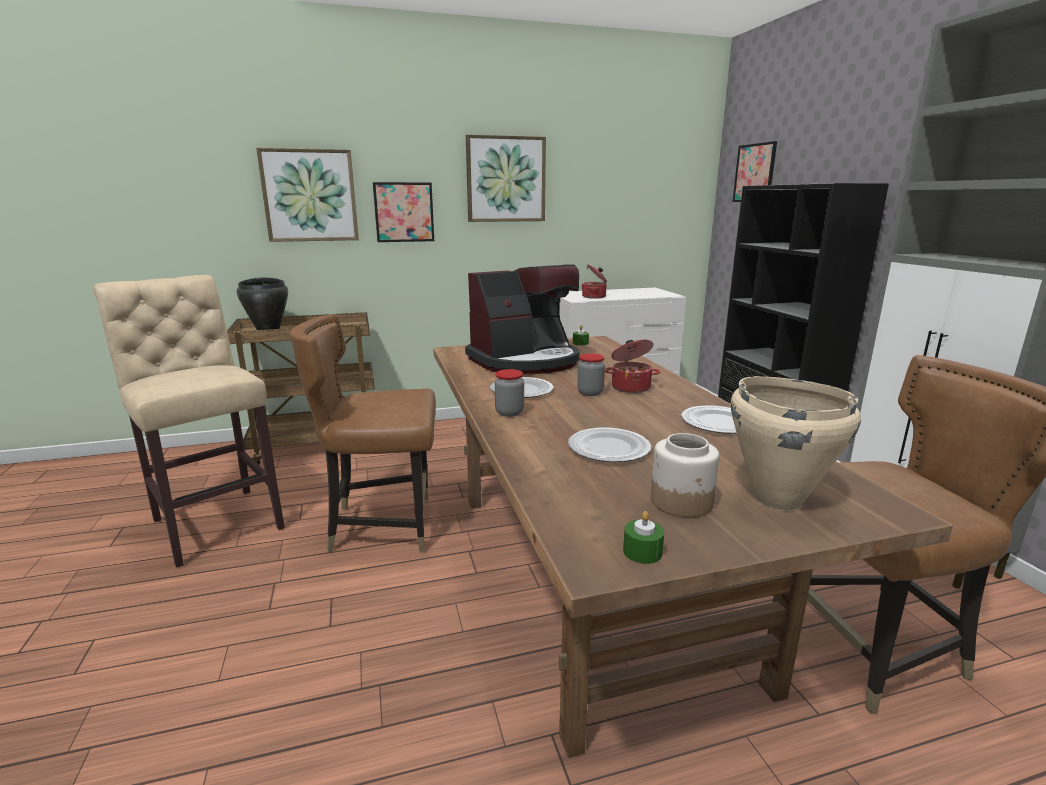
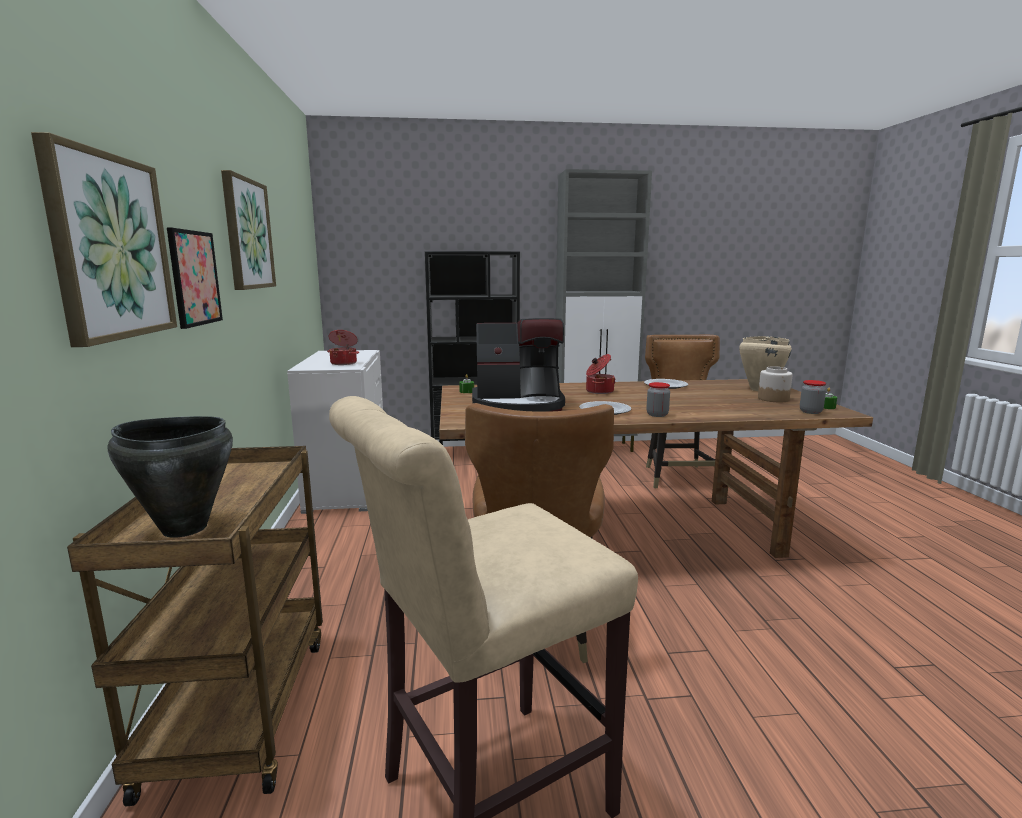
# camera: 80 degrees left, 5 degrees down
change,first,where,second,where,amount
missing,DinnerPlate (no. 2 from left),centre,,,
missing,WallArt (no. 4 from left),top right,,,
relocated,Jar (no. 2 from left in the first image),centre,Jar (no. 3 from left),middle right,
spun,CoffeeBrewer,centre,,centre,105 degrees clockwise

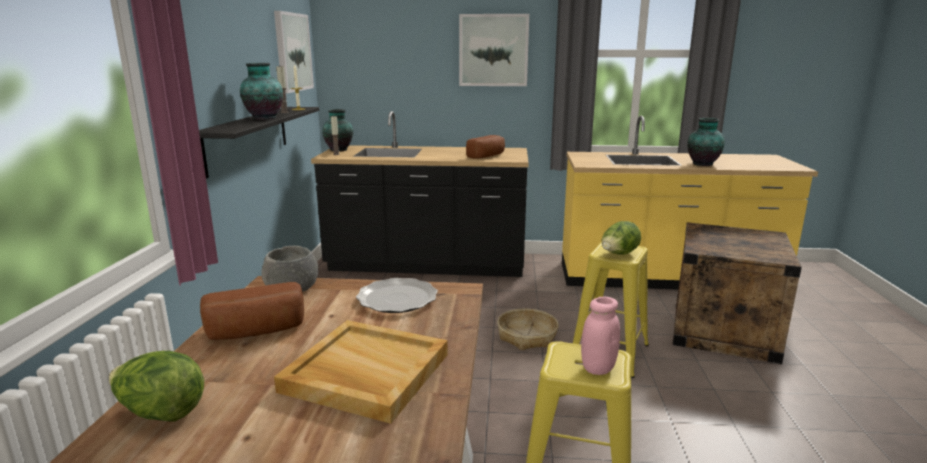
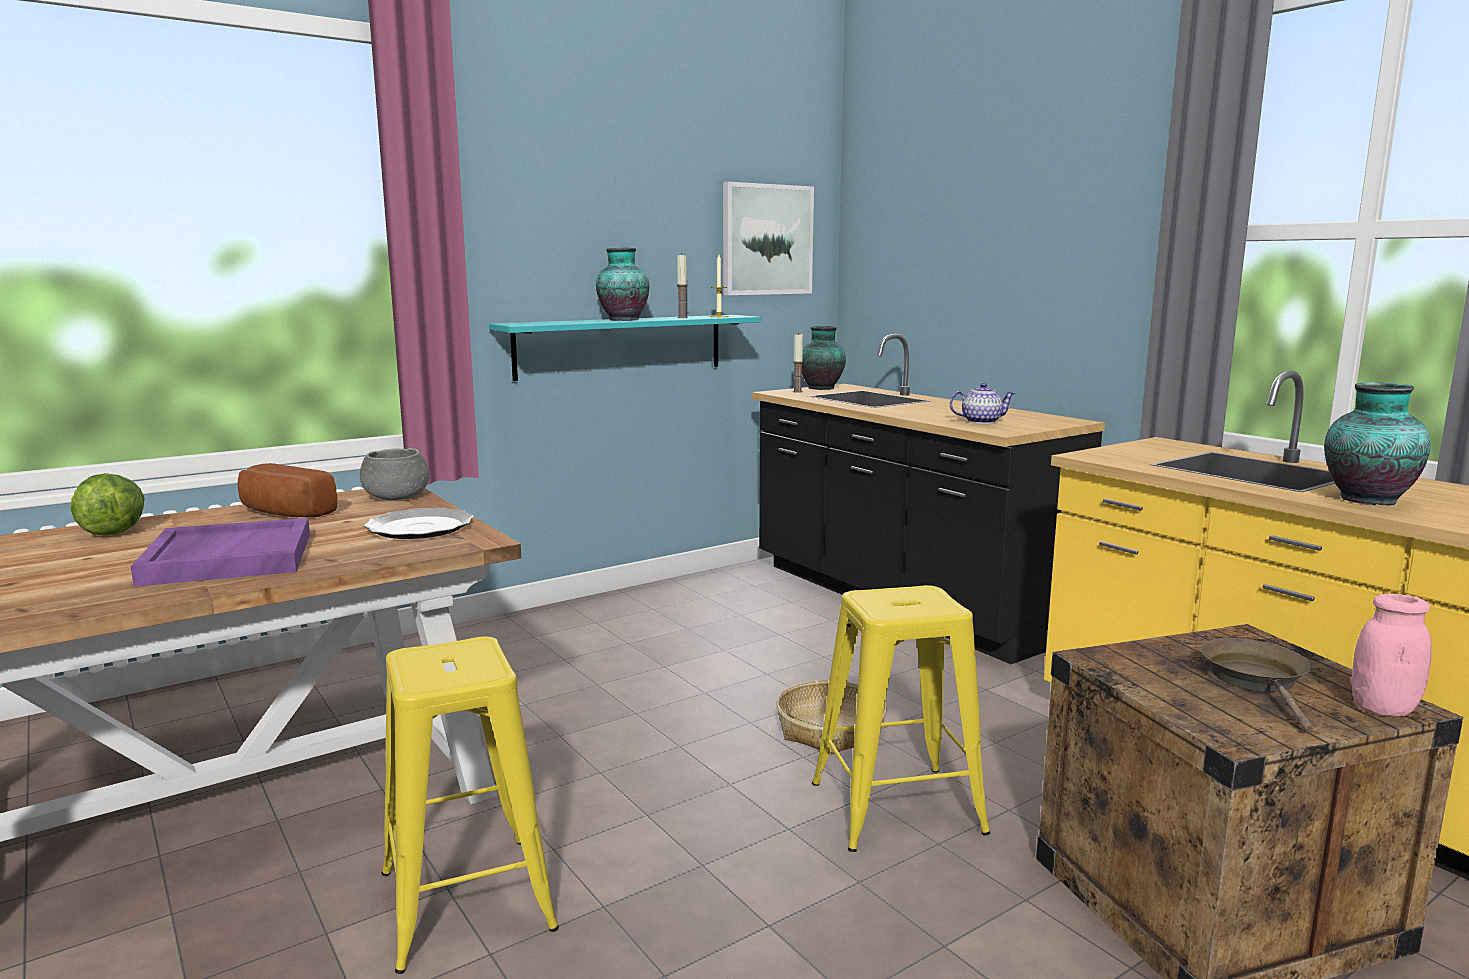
# camera: 50 degrees right, 5 degrees down
change,first,where,second,where,amount
missing,WallArt (no. 2 from left),top centre,,,
missing,LettuceHead (no. 2 from left),middle right,,,
appeared,,,BrownPan,bottom right,
relocated,PinkishJar,bottom centre,,bottom right,
exchanged,Bread (no. 2 from left),top centre,Teapot,middle right,
colour,BlackishBracketShelf,top left,TurquoiseBracketShelf,centre,
colour,SandColouredServingTray,bottom centre,PurplishServingTray,middle left,

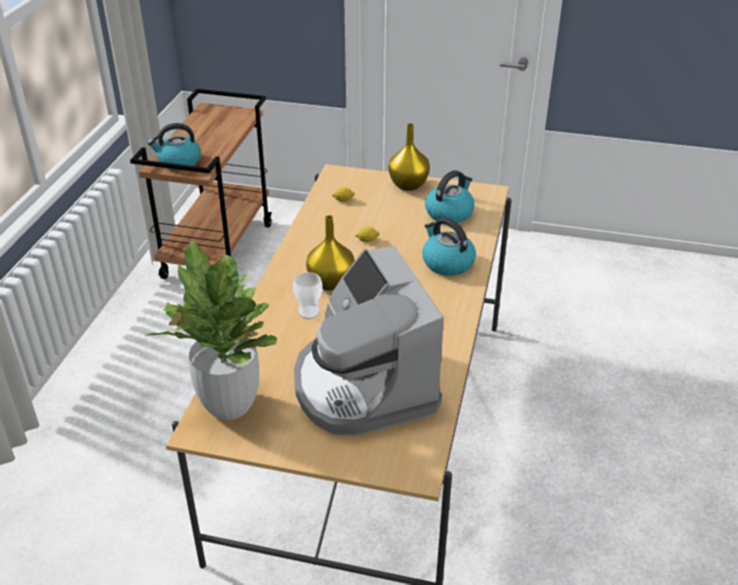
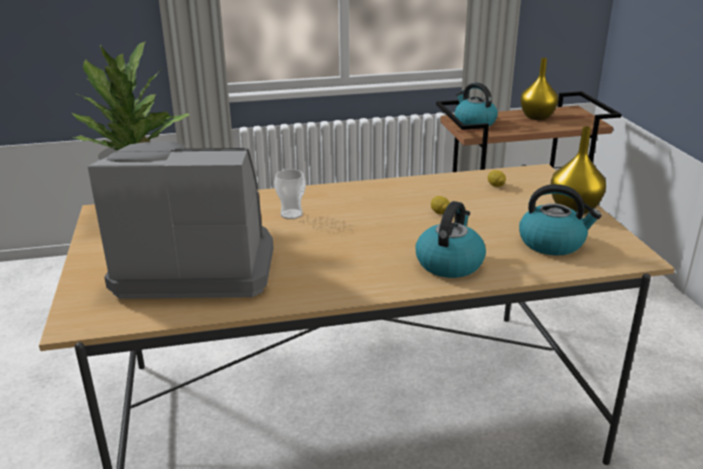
# camera: 65 degrees right, 10 degrees down
change,first,where,second,where,amount
relocated,YellowVase (no. 1 from left),centre,,top right,
spun,CoffeeBrewer,centre,,middle left,45 degrees clockwise

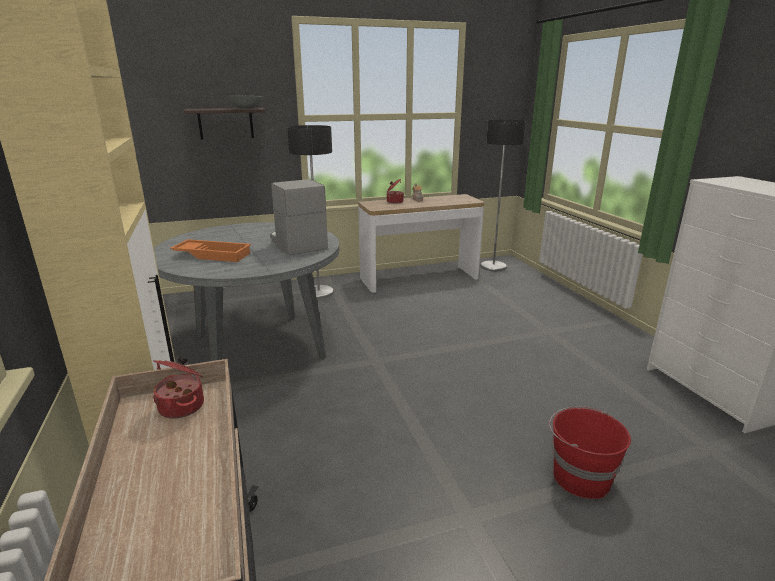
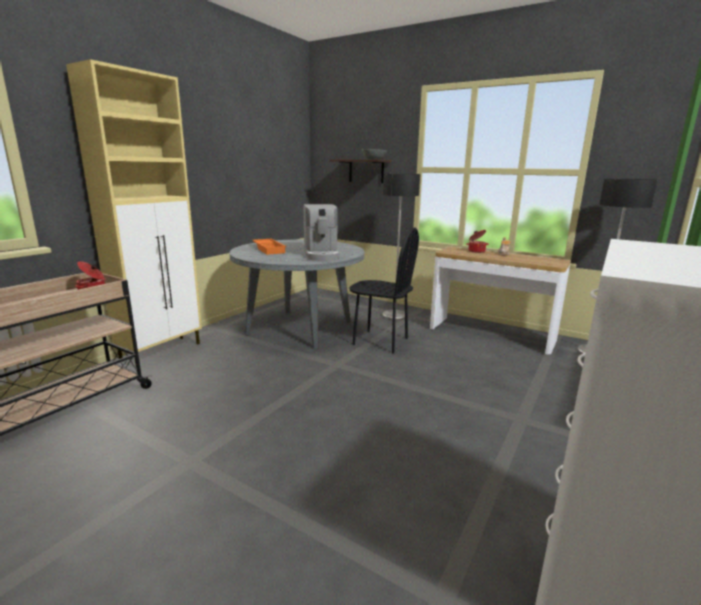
# camera: 50 degrees right, 5 degrees down
change,first,where,second,where,amount
missing,ReddishPail,bottom right,,,
appeared,,,BlackishChair,centre,
spun,CoffeeBrewer,centre,,centre,150 degrees clockwise

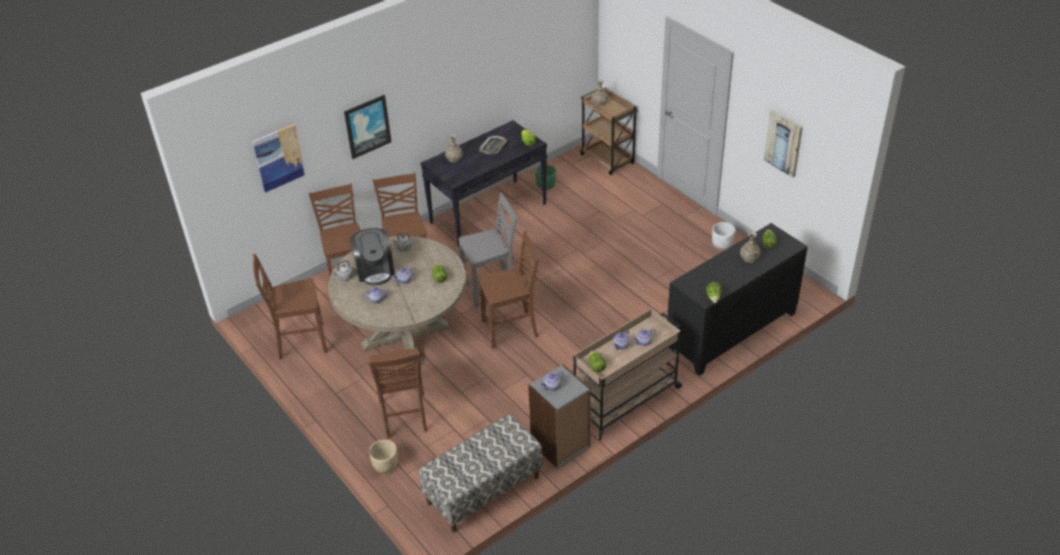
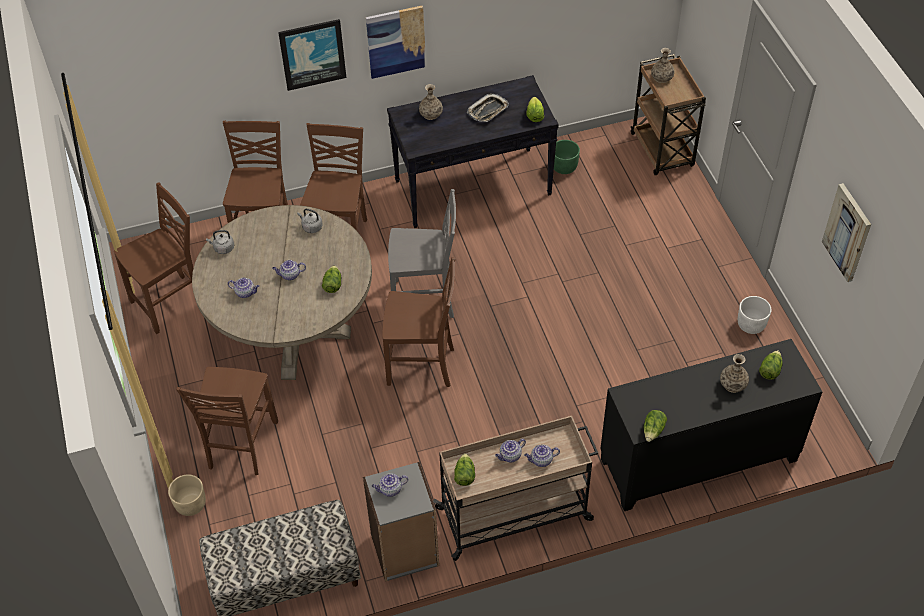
# camera: 20 degrees right, 10 degrees up
change,first,where,second,where,amount
missing,CoffeeBrewer,centre,,,
relocated,WallArt (no. 1 from left in the first image),top left,WallArt (no. 2 from left),top centre,
spun,BrownChair (no. 1 from left),middle left,,middle left,135 degrees clockwise

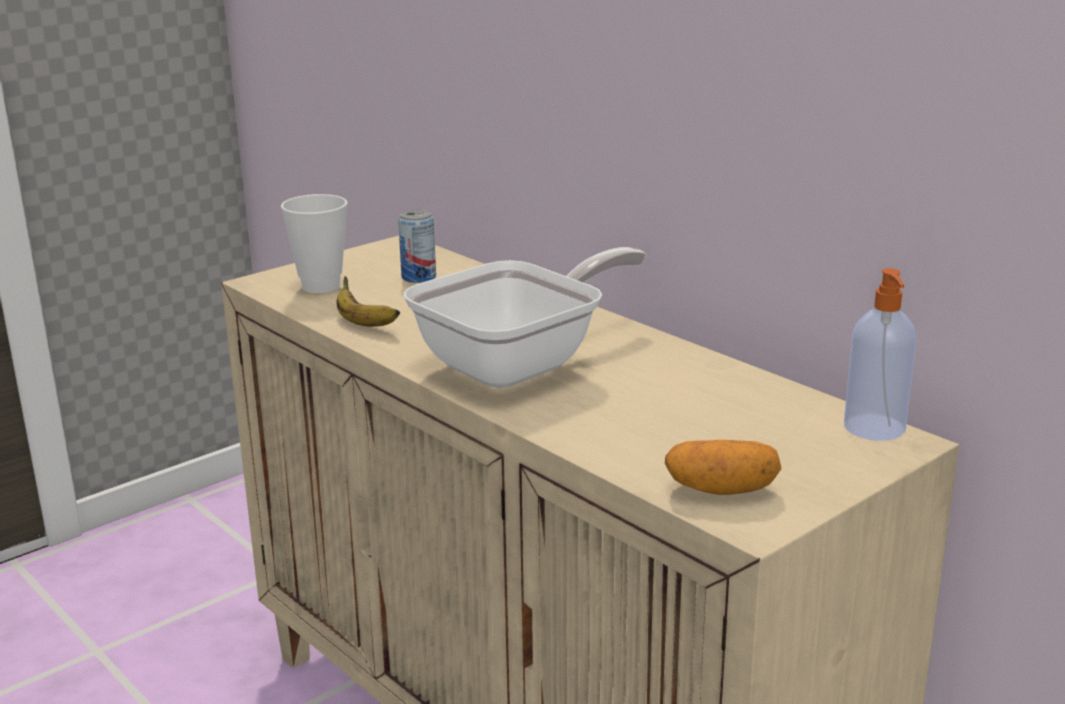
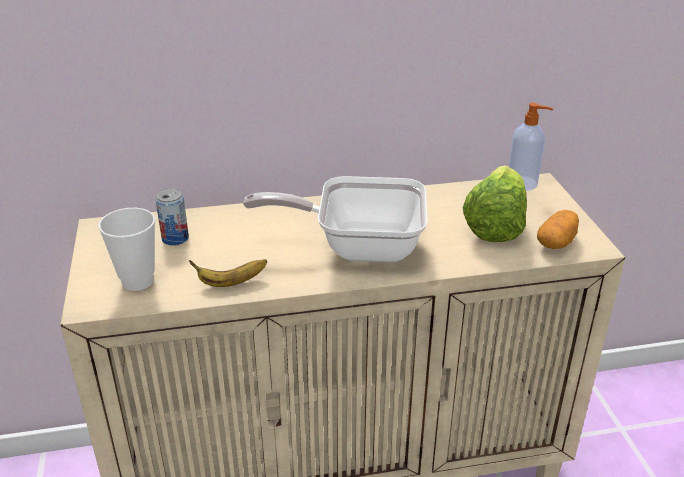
# camera: 60 degrees left, 10 degrees up
change,first,where,second,where,amount
appeared,,,LettuceHead,middle right,
spun,Pan,centre,,centre,75 degrees counterclockwise

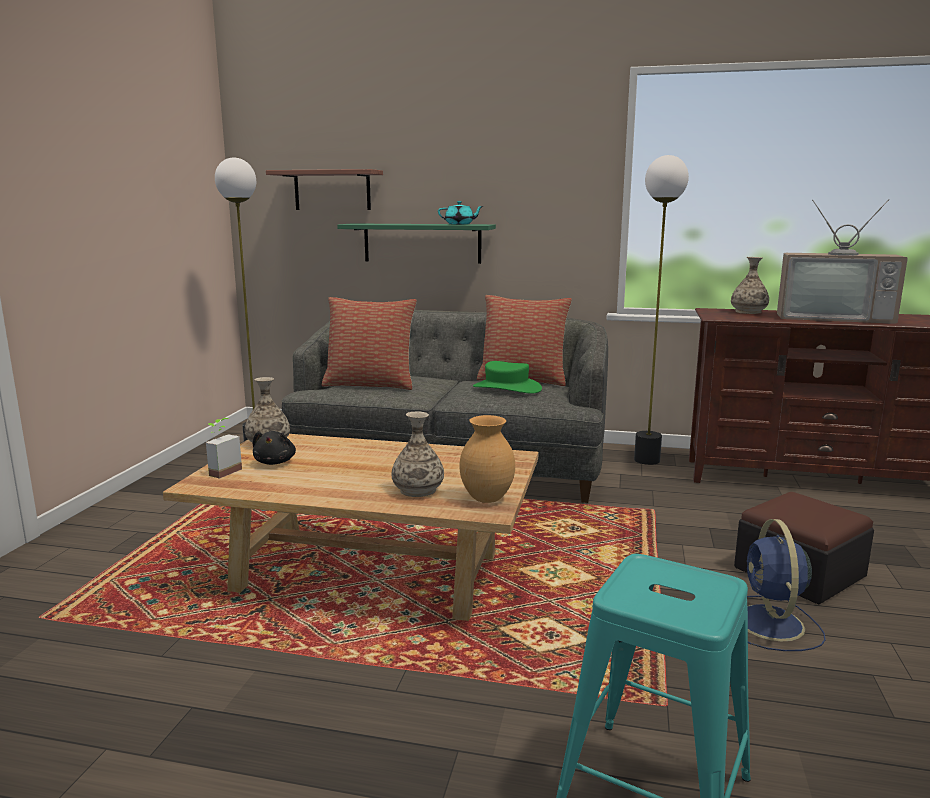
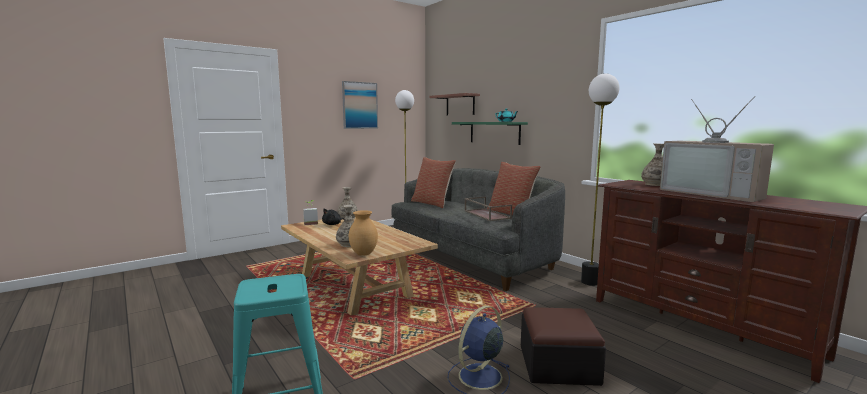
# camera: 40 degrees right, 5 degrees down
change,first,where,second,where,amount
appeared,,,WallArt,top centre,
exchanged,GreenishClothingHat,centre,BrownServingTray,centre,

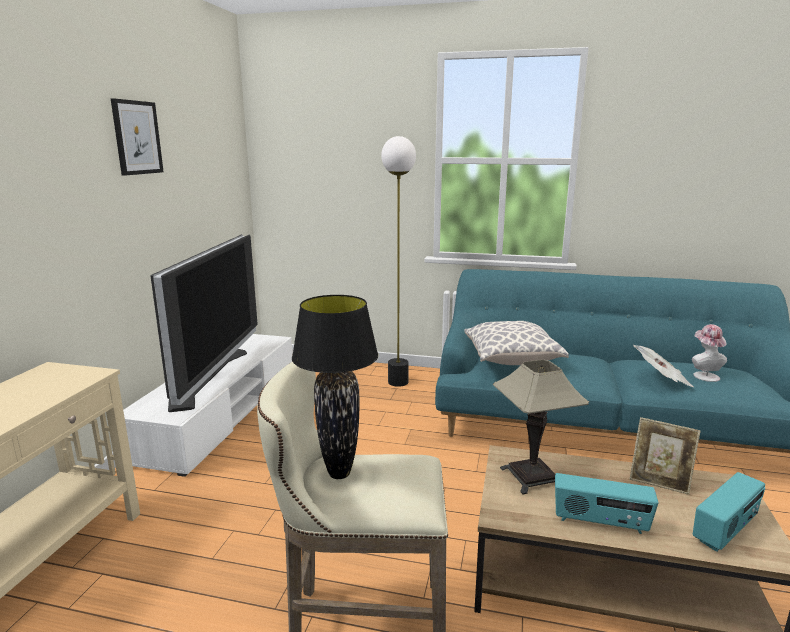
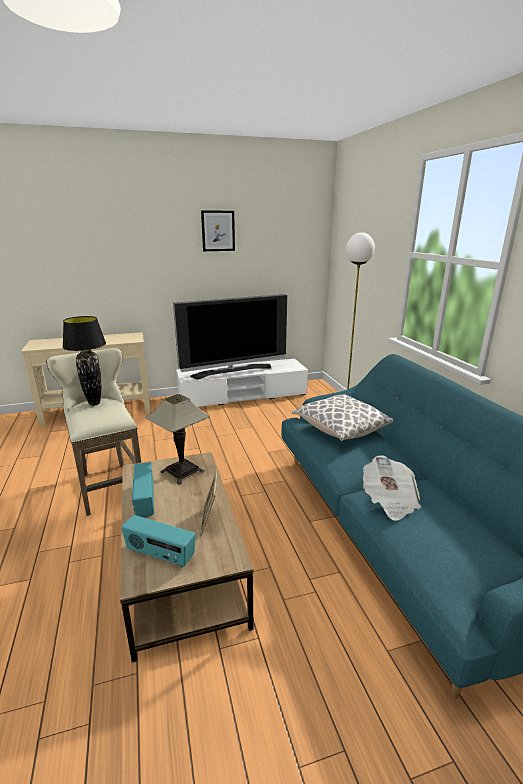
# camera: 60 degrees right, 5 degrees up
change,first,where,second,where,amount
missing,ClothingHat,middle right,,,

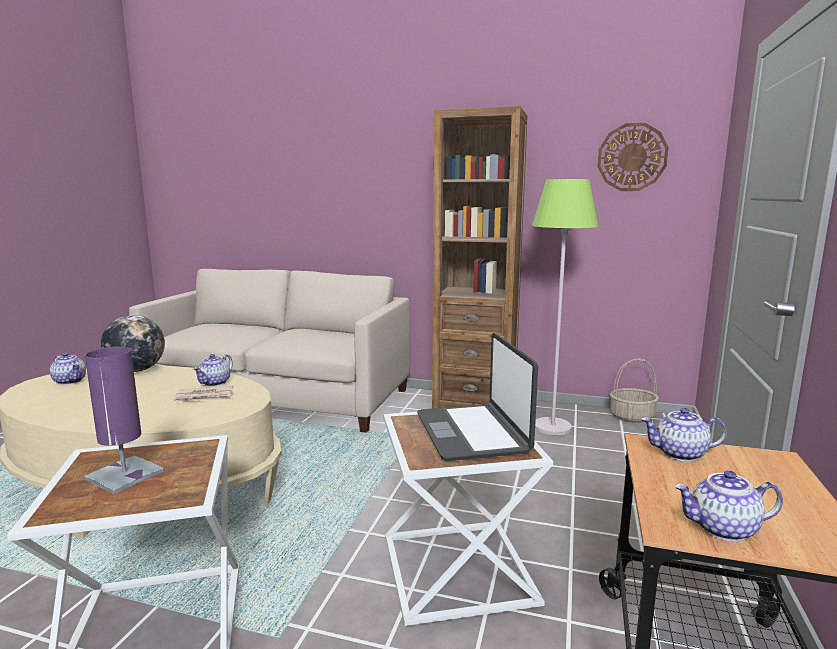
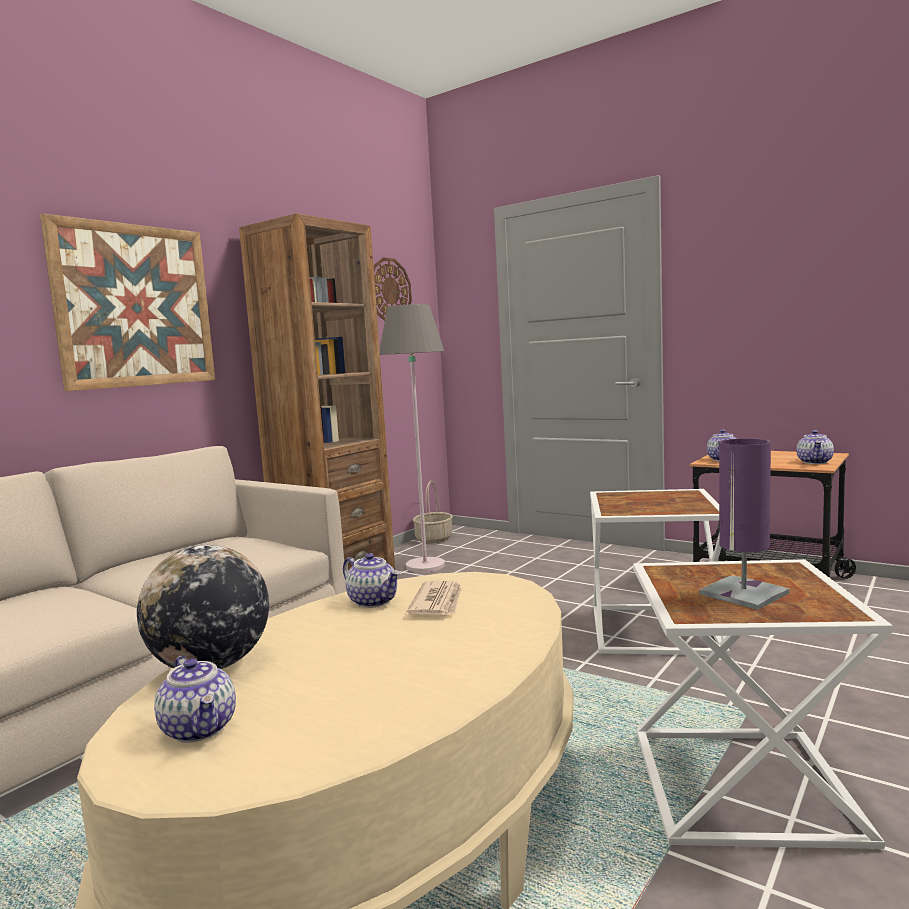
# camera: 70 degrees left, 5 degrees down
change,first,where,second,where,amount
missing,Laptop,centre,,,
appeared,,,WallArt,top left,
colour,GreenishStandingLamp,middle right,GrayStandingLamp,centre,
spun,Teapot (no. 1 from left),middle left,,bottom left,90 degrees clockwise

